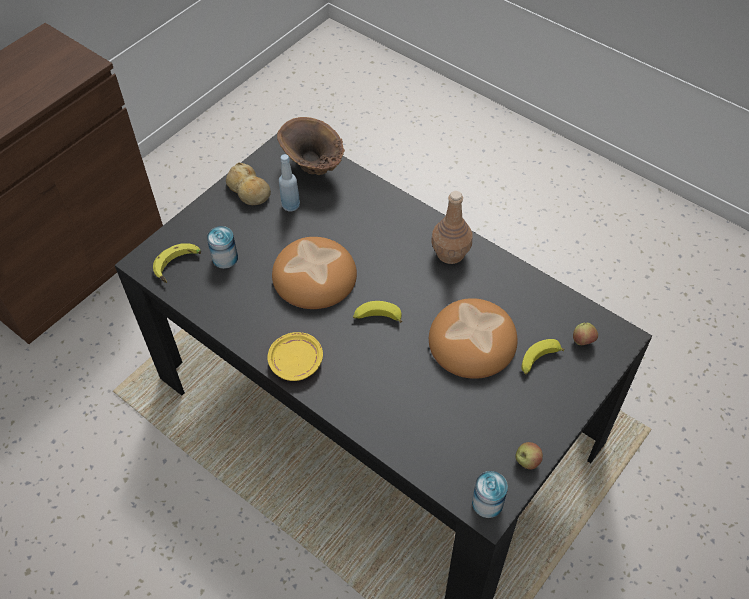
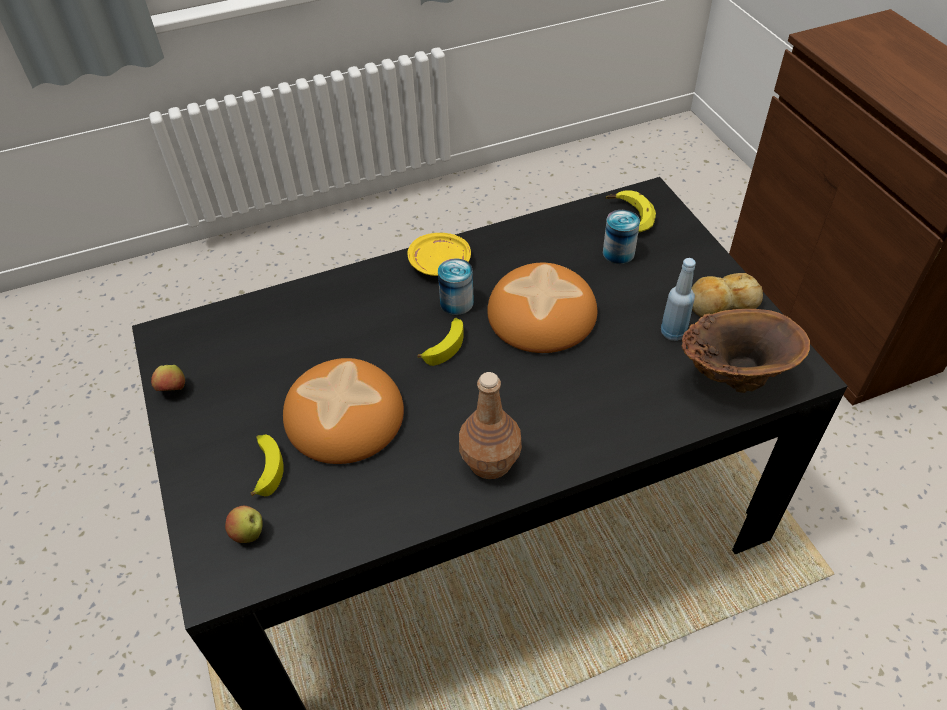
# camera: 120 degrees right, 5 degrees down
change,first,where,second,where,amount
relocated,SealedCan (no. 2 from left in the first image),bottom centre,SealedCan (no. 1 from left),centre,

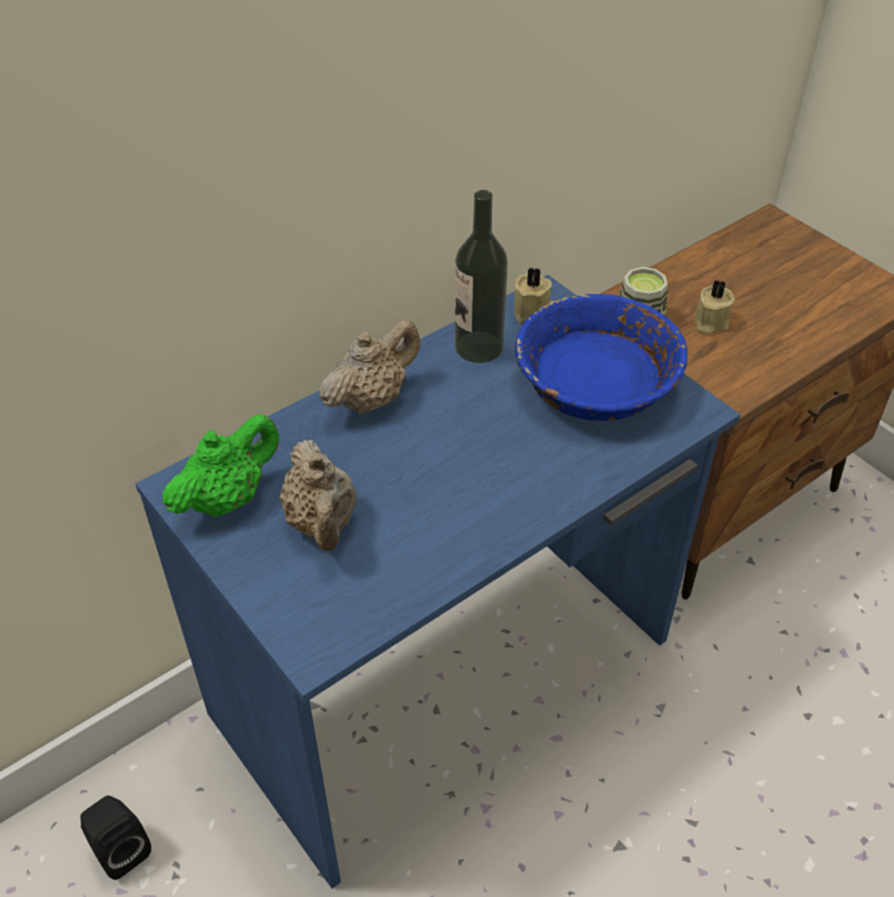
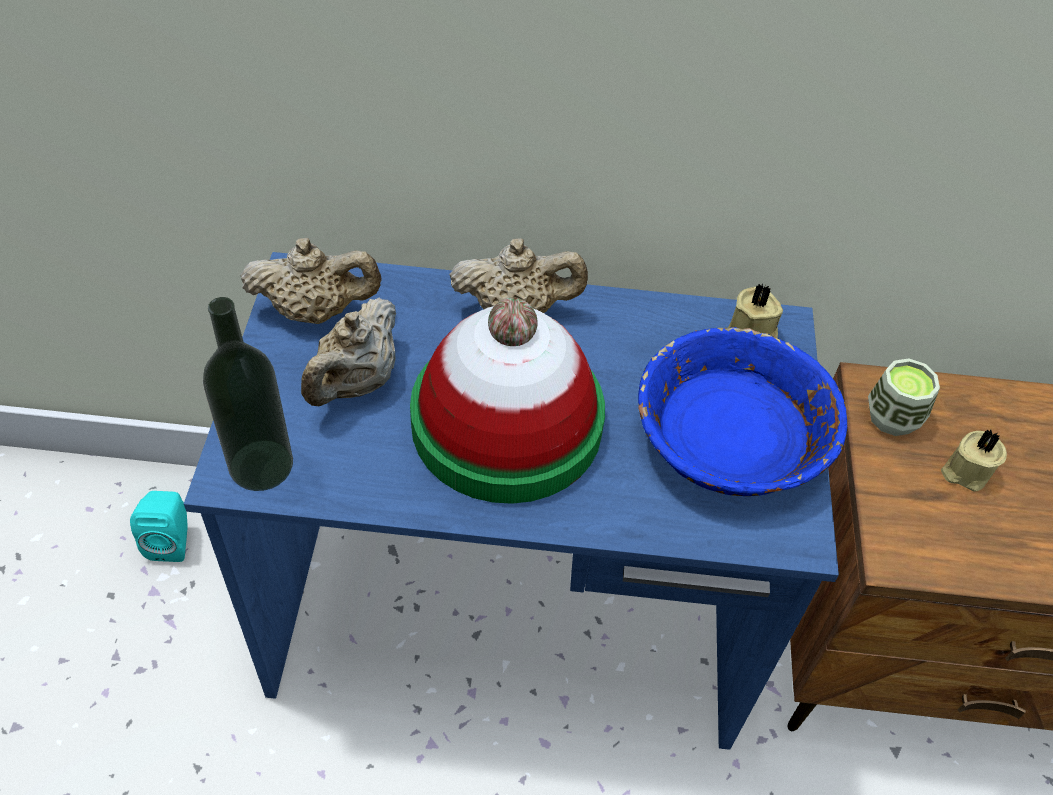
# camera: 40 degrees right, 5 degrees up
change,first,where,second,where,amount
appeared,,,ClothingHat,centre,
relocated,BeverageBottle,top centre,,middle left,
colour,BlackishSpeaker,bottom left,TurquoiseSpeaker,middle left,
colour,GreenishTeapot,middle left,SandColouredTeapot (no. 1 from left),middle left,

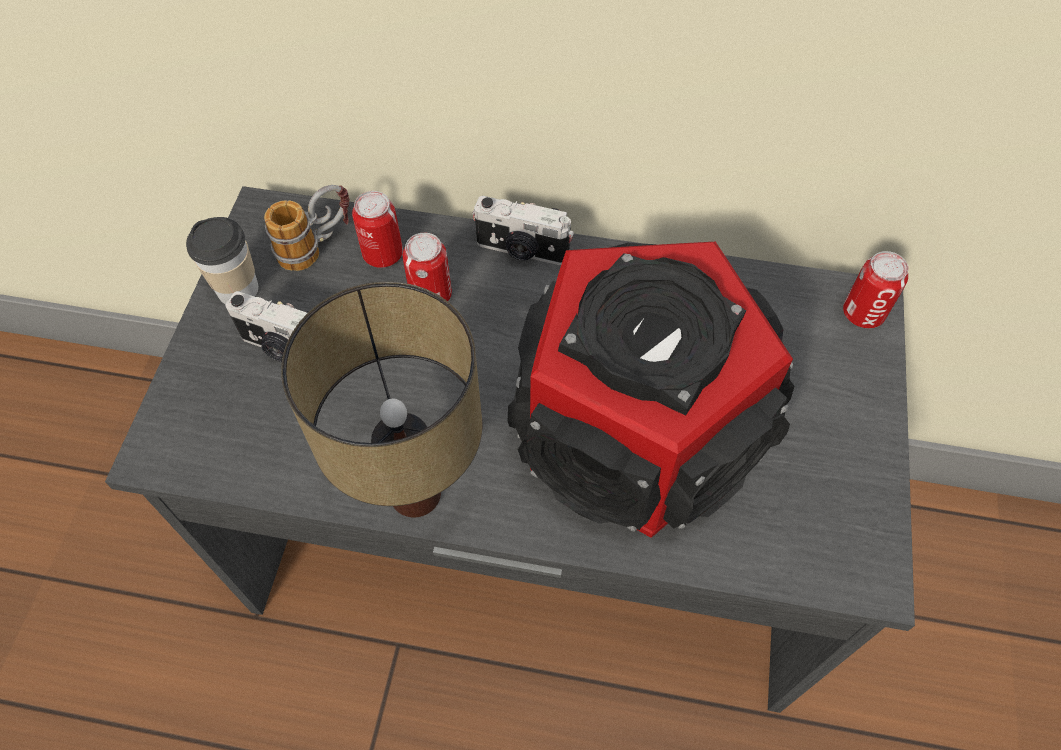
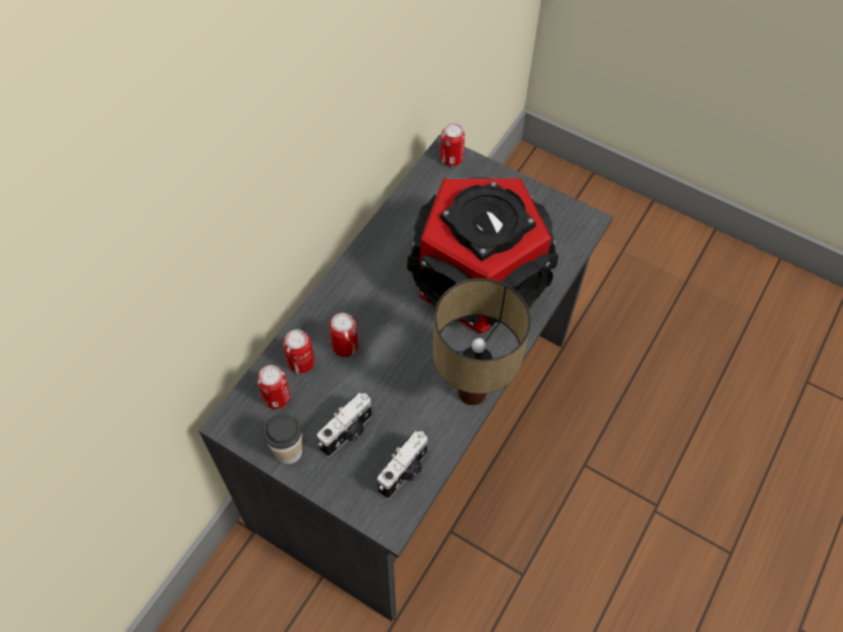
# camera: 70 degrees left, 0 degrees up
change,first,where,second,where,amount
relocated,PhotoCamera (no. 2 from left),top centre,,bottom centre,
exchanged,Mug,top left,SealedCan (no. 1 from left),middle left,

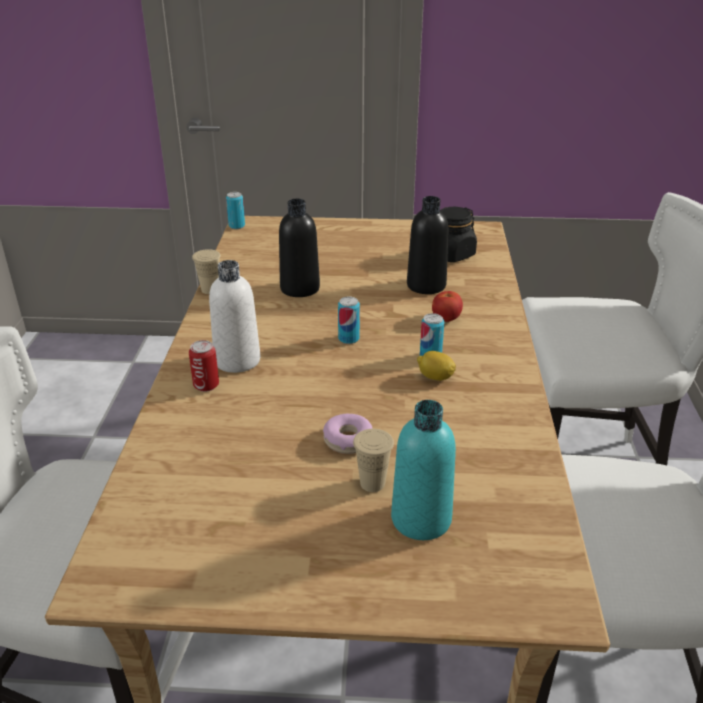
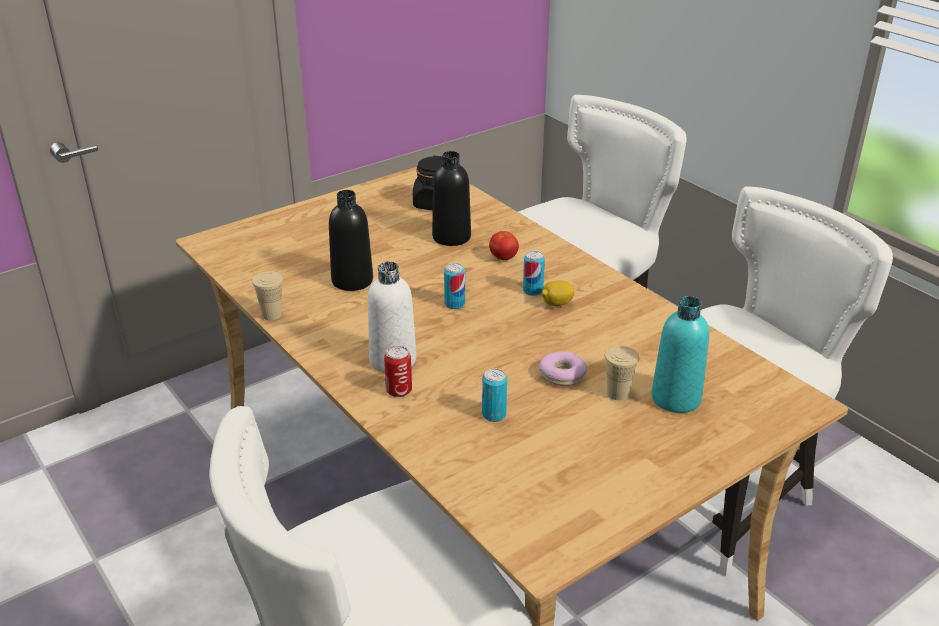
# camera: 40 degrees left, 0 degrees up
change,first,where,second,where,amount
relocated,SealedCan (no. 2 from left in the first image),top centre,SealedCan (no. 3 from left),centre,

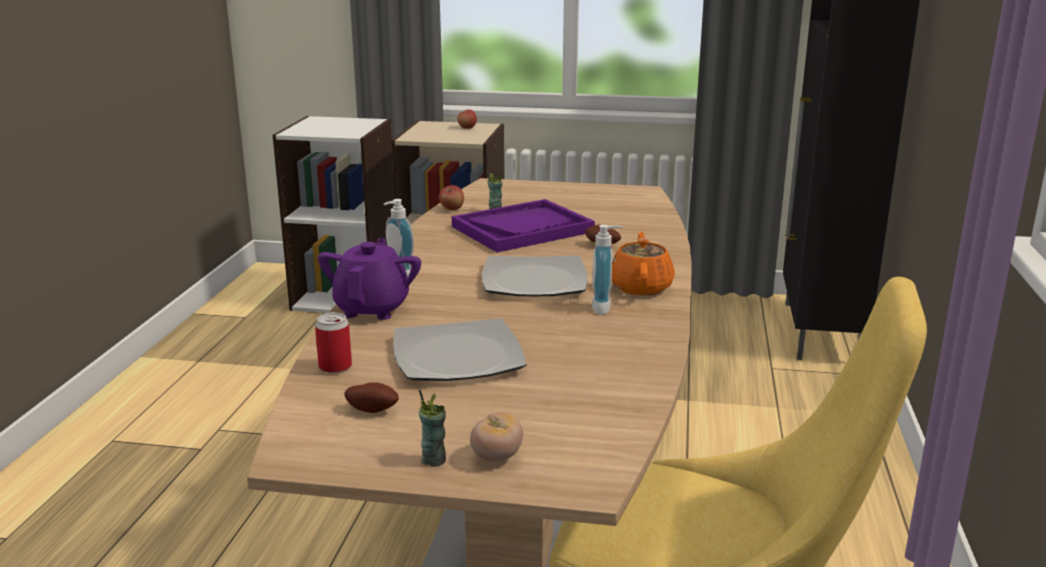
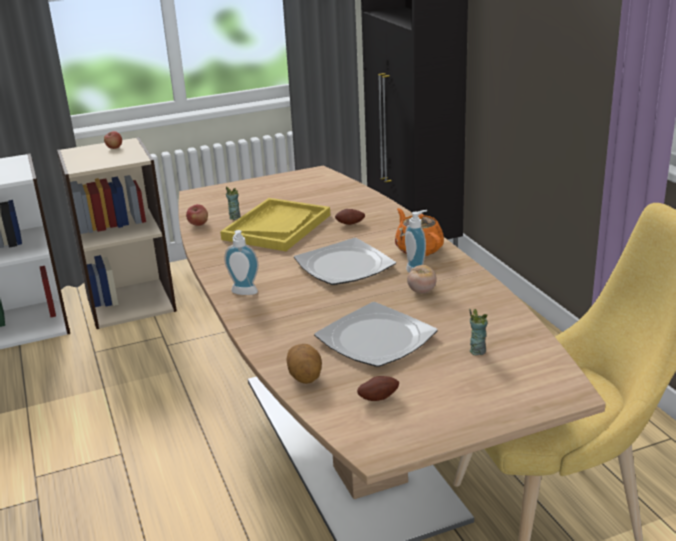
# camera: 30 degrees left, 5 degrees up
change,first,where,second,where,amount
missing,PurplishTeapot,centre,,,
relocated,Cup (no. 1 from left in the first image),bottom centre,Cup (no. 2 from left),middle right,
relocated,Tomato,bottom centre,,centre,
exchanged,SealedCan,middle left,WholePotato (no. 1 from left),bottom centre,
colour,PurplishServingTray,centre,YellowServingTray,centre,

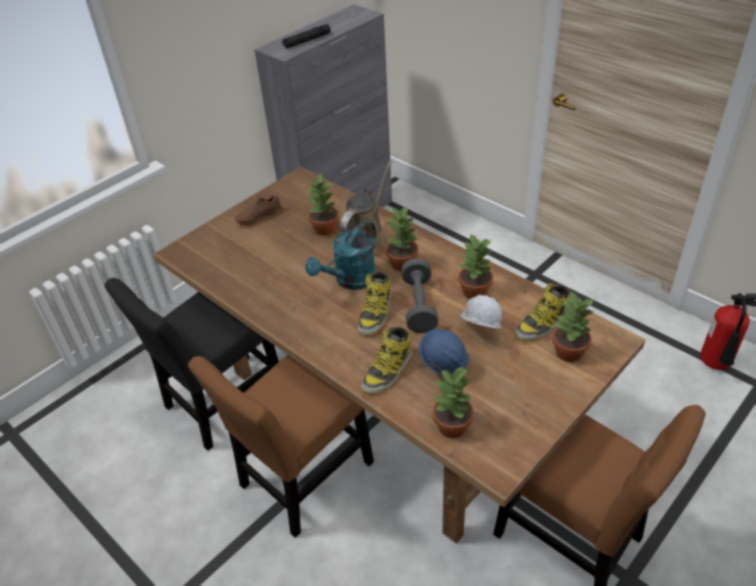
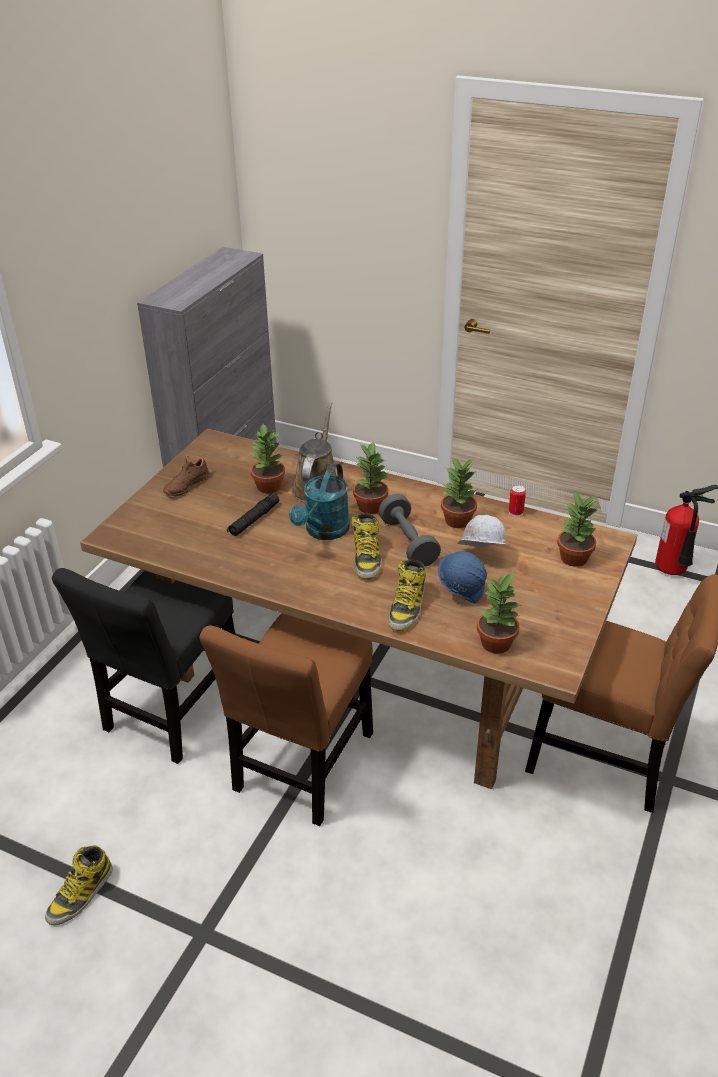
# camera: 20 degrees left, 5 degrees down
change,first,where,second,where,amount
appeared,,,SealedCan,middle right,
relocated,BlackishTorch,top centre,,centre,
relocated,TallBoot (no. 3 from left in the first image),middle right,TallBoot (no. 1 from left),bottom left,

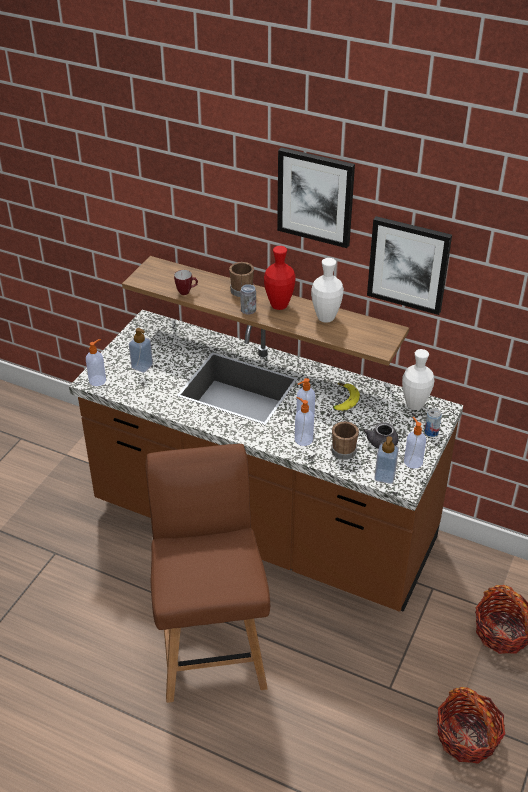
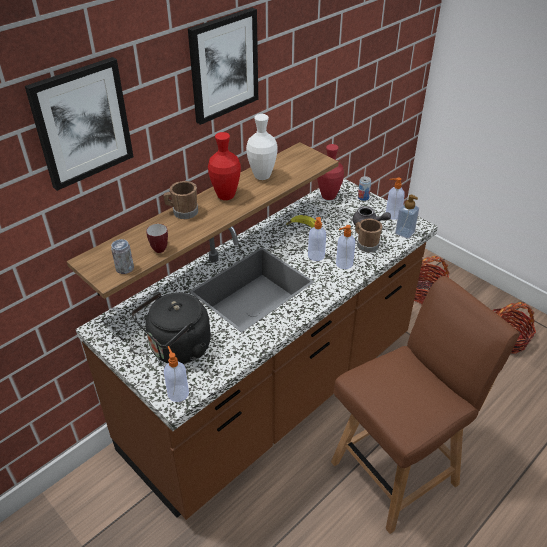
# camera: 70 degrees left, 0 degrees up
change,first,where,second,where,amount
relocated,SealedCan (no. 1 from left),centre,,middle left,
relocated,WallArt (no. 2 from left in the first image),middle right,WallArt (no. 1 from left),top left,
exchanged,LiquidSoapBottle (no. 2 from left),middle left,BlackishKettle,middle left,
colour,WhiteColouredVase (no. 2 from left),middle right,ReddishVase (no. 2 from left),top centre,
spun,BrownChair,bottom centre,,bottom right,135 degrees clockwise

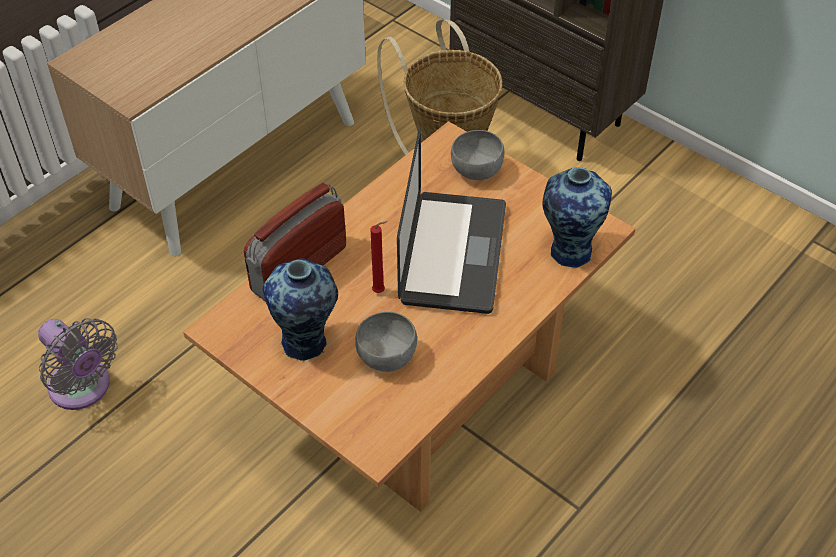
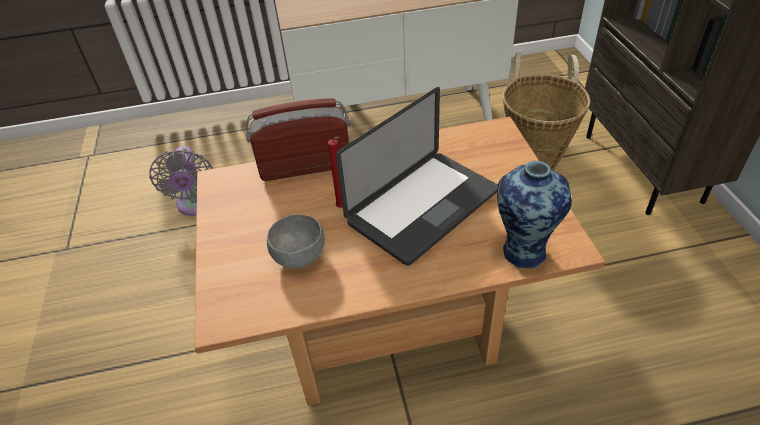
# camera: 40 degrees right, 5 degrees down
change,first,where,second,where,amount
missing,Vase (no. 1 from left),centre,,,
missing,GrayBowl (no. 2 from left),top centre,,,

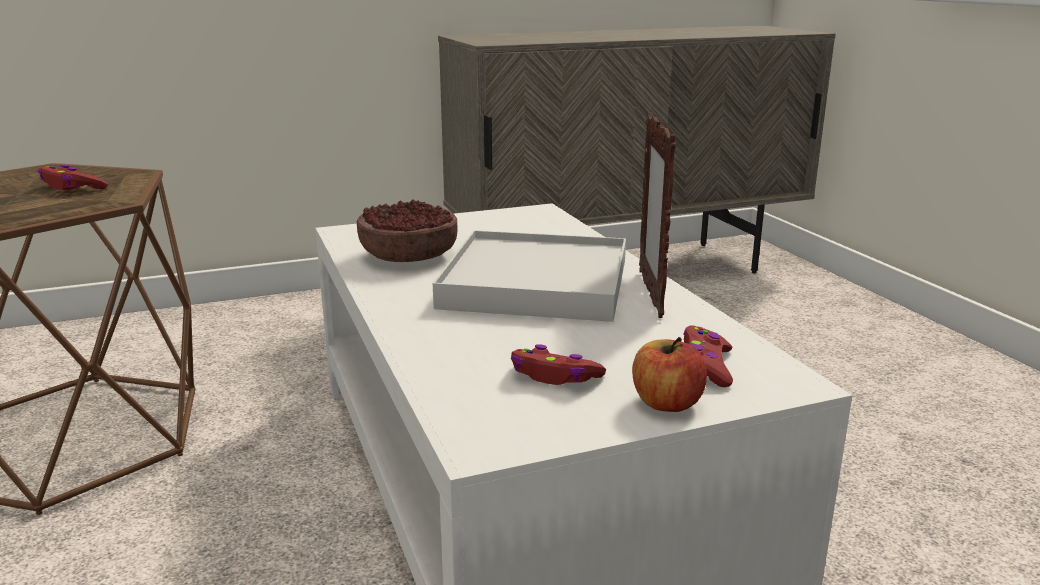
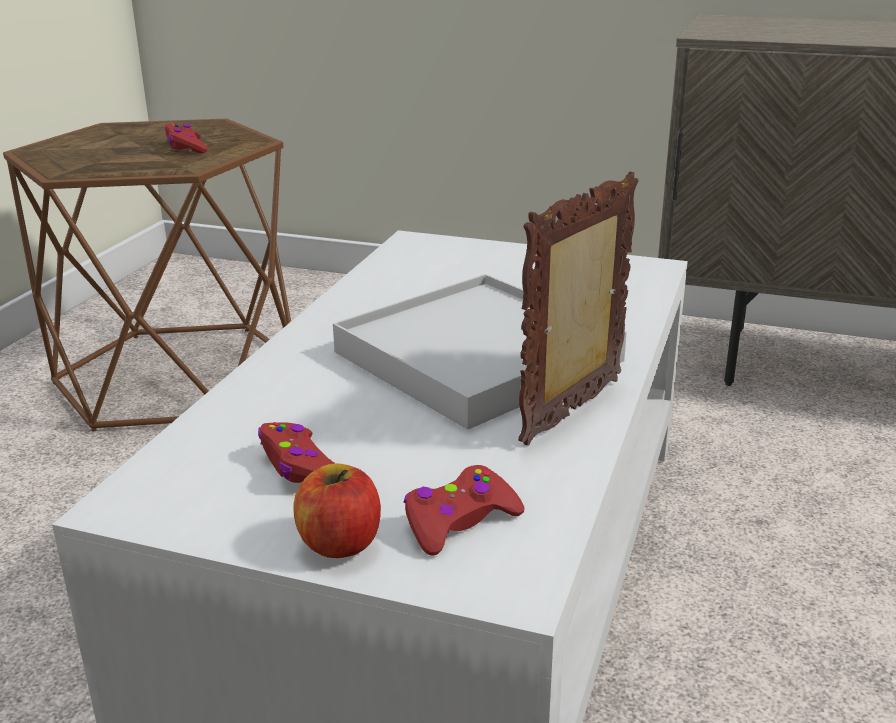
# camera: 40 degrees right, 5 degrees up
change,first,where,second,where,amount
missing,Bowl,centre,,,

